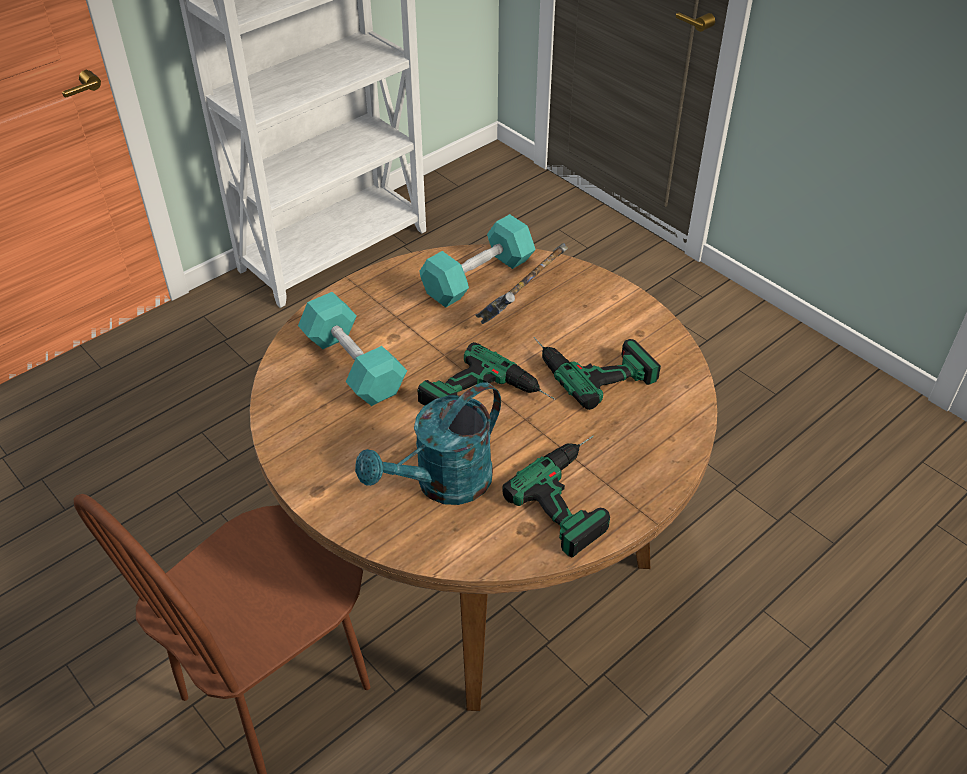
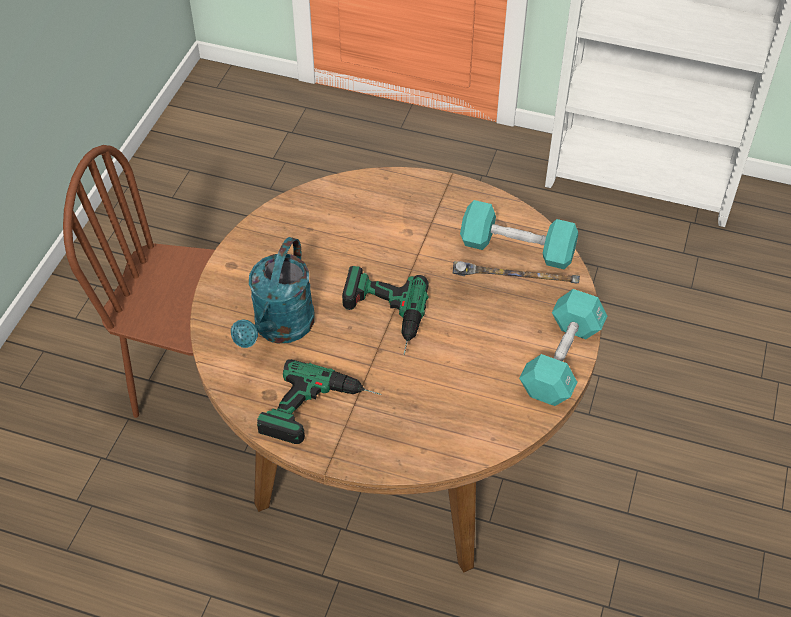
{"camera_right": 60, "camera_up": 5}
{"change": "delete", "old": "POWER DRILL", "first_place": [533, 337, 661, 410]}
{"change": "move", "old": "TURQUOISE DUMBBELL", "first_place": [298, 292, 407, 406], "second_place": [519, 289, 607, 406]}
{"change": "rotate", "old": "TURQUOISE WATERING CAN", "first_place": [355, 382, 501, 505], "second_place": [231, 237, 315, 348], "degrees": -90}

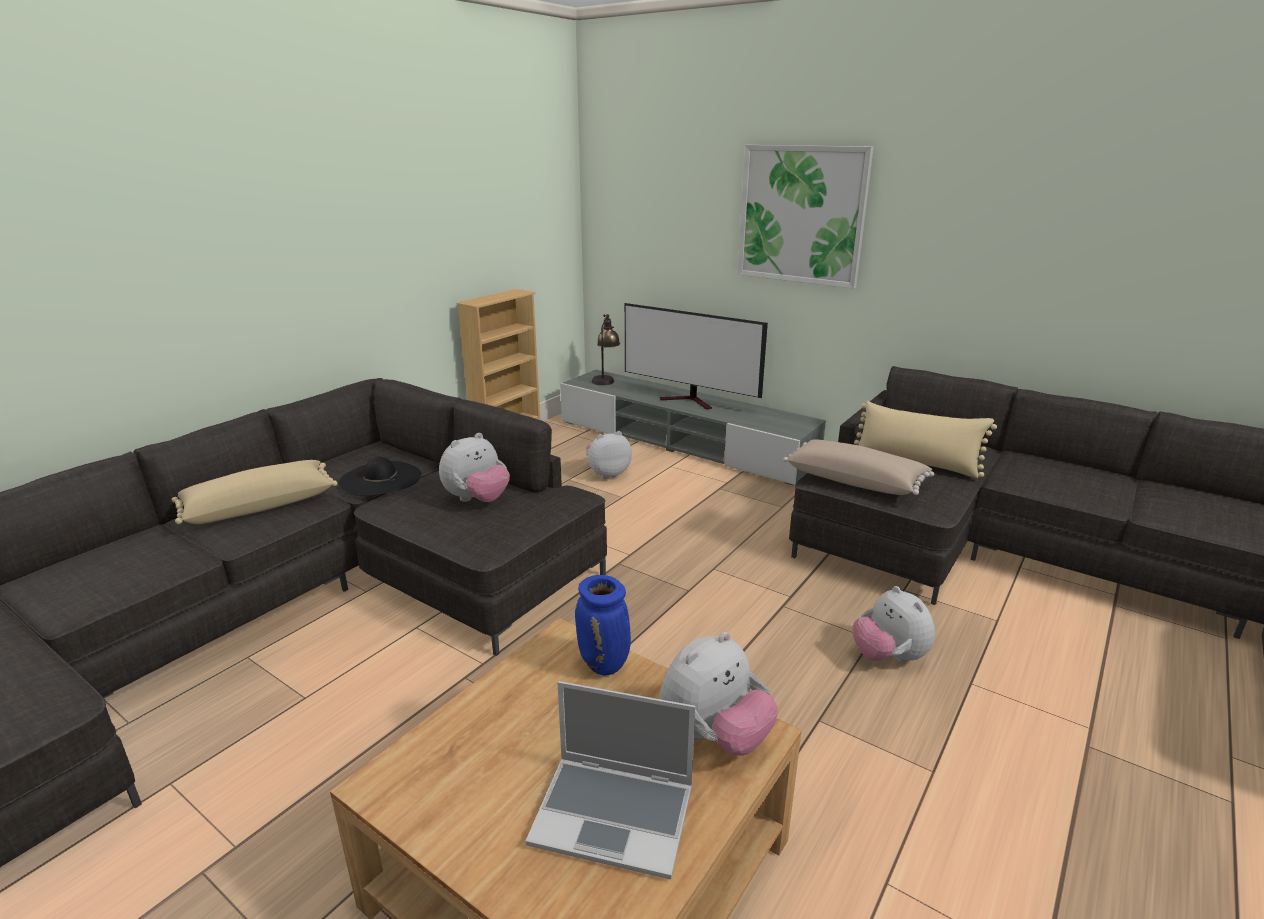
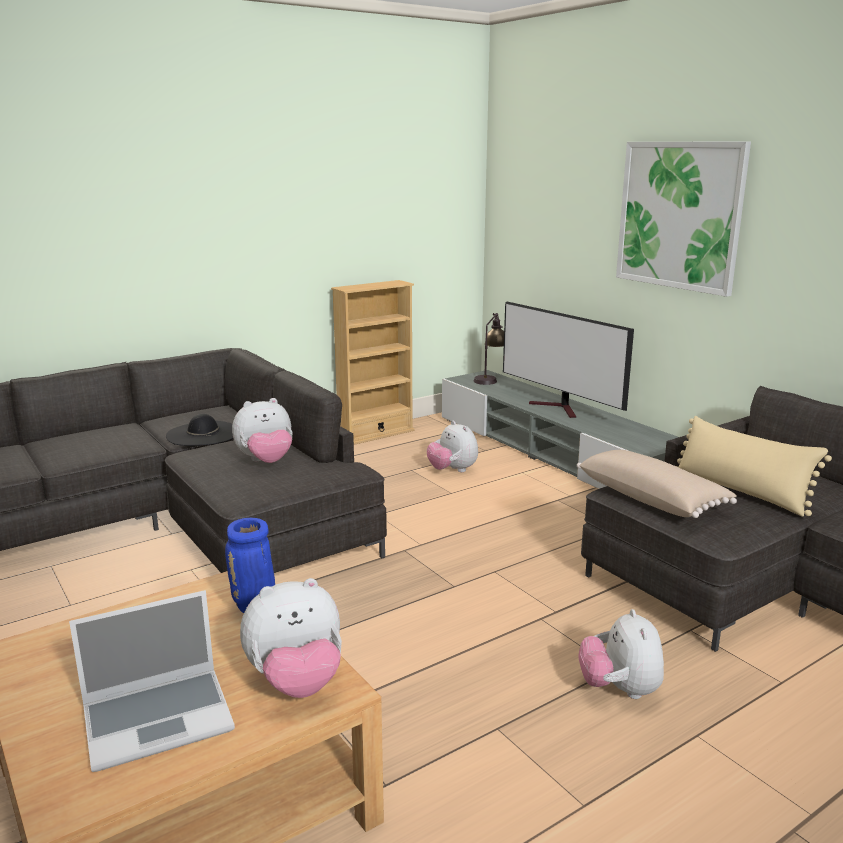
{"camera_right": 20, "camera_up": -5}
{"change": "delete", "old": "BEIGE PILLOW", "first_place": [171, 460, 338, 524]}
{"change": "rotate", "old": "LAPTOP", "first_place": [525, 681, 695, 880], "second_place": [69, 590, 235, 772], "degrees": -60}
{"change": "rotate", "old": "PLUSH TOY", "first_place": [586, 431, 632, 479], "second_place": [427, 421, 478, 472], "degrees": -120}

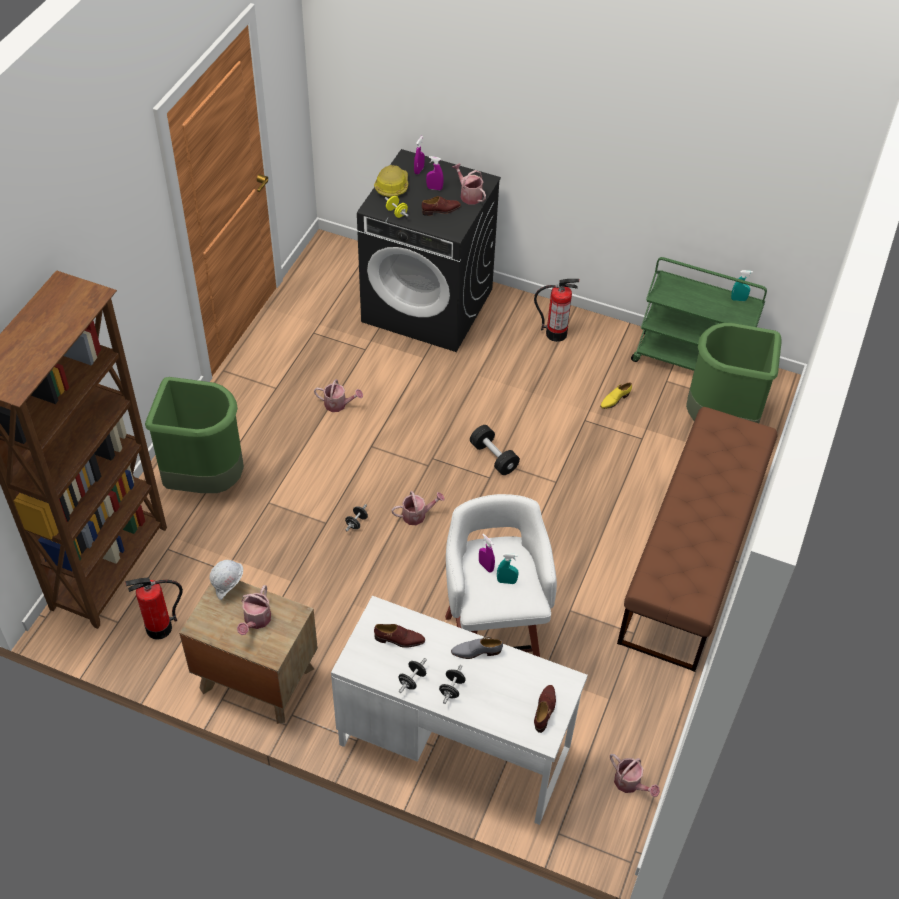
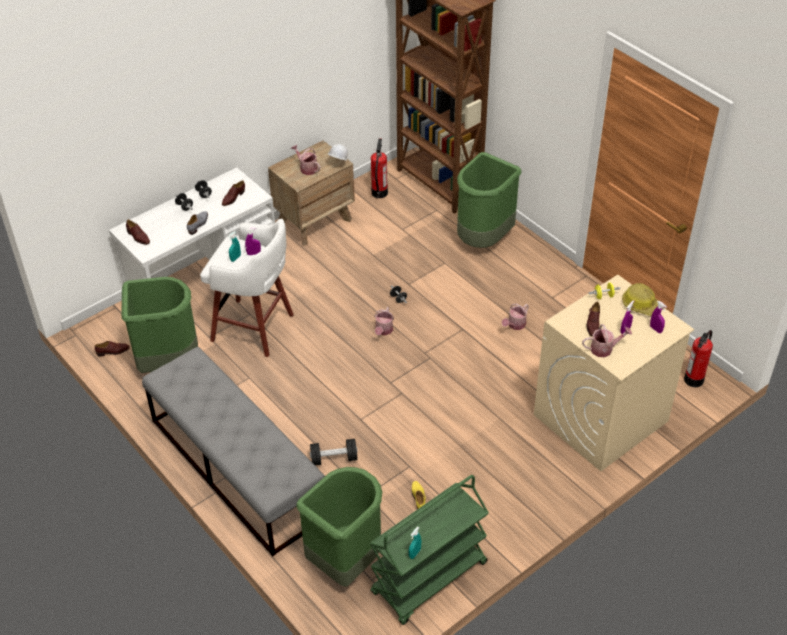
{"camera_right": 120, "camera_up": -5}
{"change": "insert", "new": "GREEN TRASH CAN", "second_place": [122, 277, 198, 373]}
{"change": "move", "old": "BLACK DUMBBELL", "first_place": [470, 425, 520, 475], "second_place": [310, 439, 358, 465]}
{"change": "move", "old": "FIRE EXTINGUISHER", "first_place": [534, 279, 579, 342], "second_place": [684, 330, 713, 387]}
{"change": "replace", "old": "WATERING CAN", "new": "BROWN SHOE", "first_place": [610, 754, 660, 797], "second_place": [95, 341, 130, 356]}
{"change": "recolor", "old": "BLACK WASHING MACHINE", "new": "BEIGE WASHING MACHINE", "first_place": [357, 149, 501, 352], "second_place": [534, 275, 694, 471]}
{"change": "recolor", "old": "BROWN BENCH", "new": "GREY BENCH", "first_place": [617, 407, 778, 672], "second_place": [142, 347, 325, 556]}

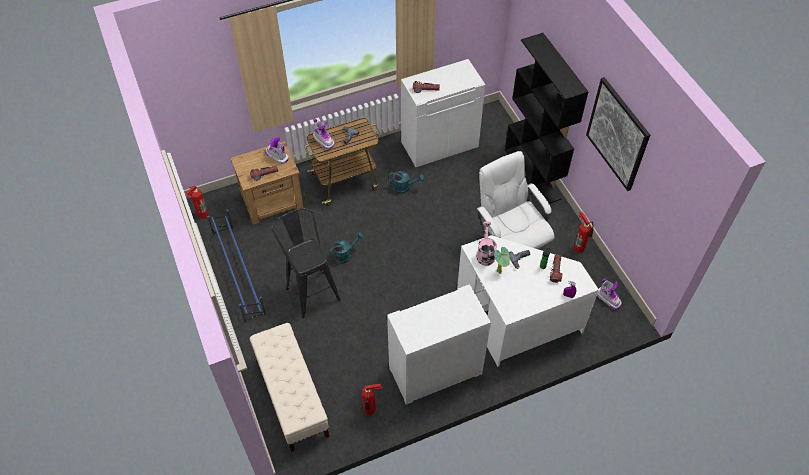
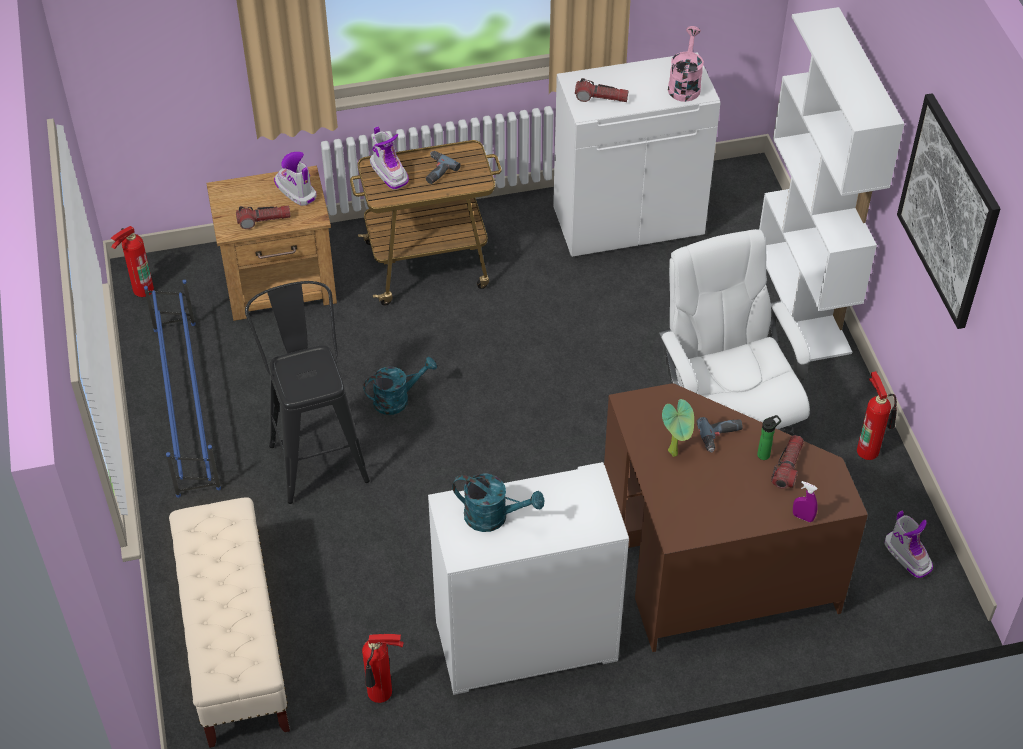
{"camera_right": 10, "camera_up": -5}
{"change": "move", "old": "TURQUOISE WATERING CAN", "first_place": [388, 171, 425, 194], "second_place": [452, 473, 544, 532]}
{"change": "move", "old": "PINK WATERING CAN", "first_place": [477, 222, 497, 266], "second_place": [668, 26, 704, 102]}
{"change": "recolor", "old": "WHITE DESK", "new": "BROWN DESK", "first_place": [457, 235, 599, 367], "second_place": [604, 383, 868, 652]}
{"change": "recolor", "old": "BLACK BOOKCASE", "new": "WHITE BOOKCASE", "first_place": [505, 33, 589, 204], "second_place": [759, 7, 905, 362]}

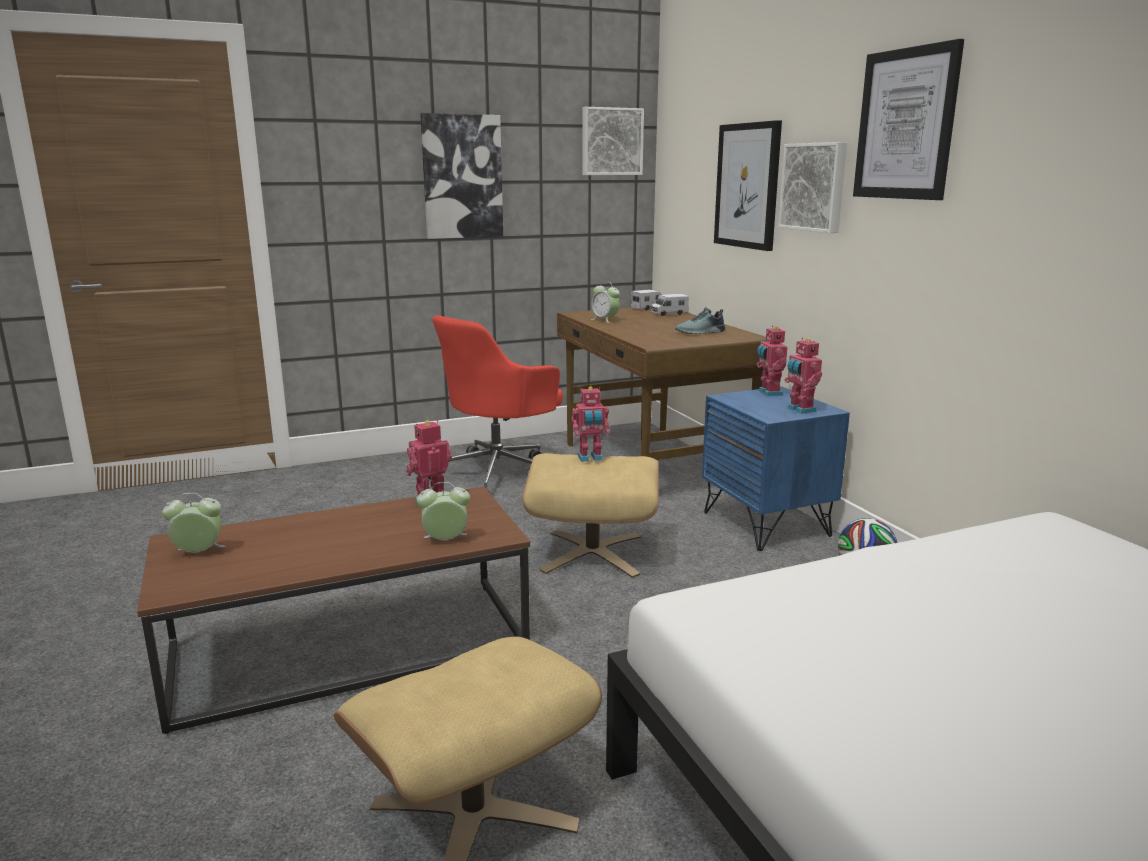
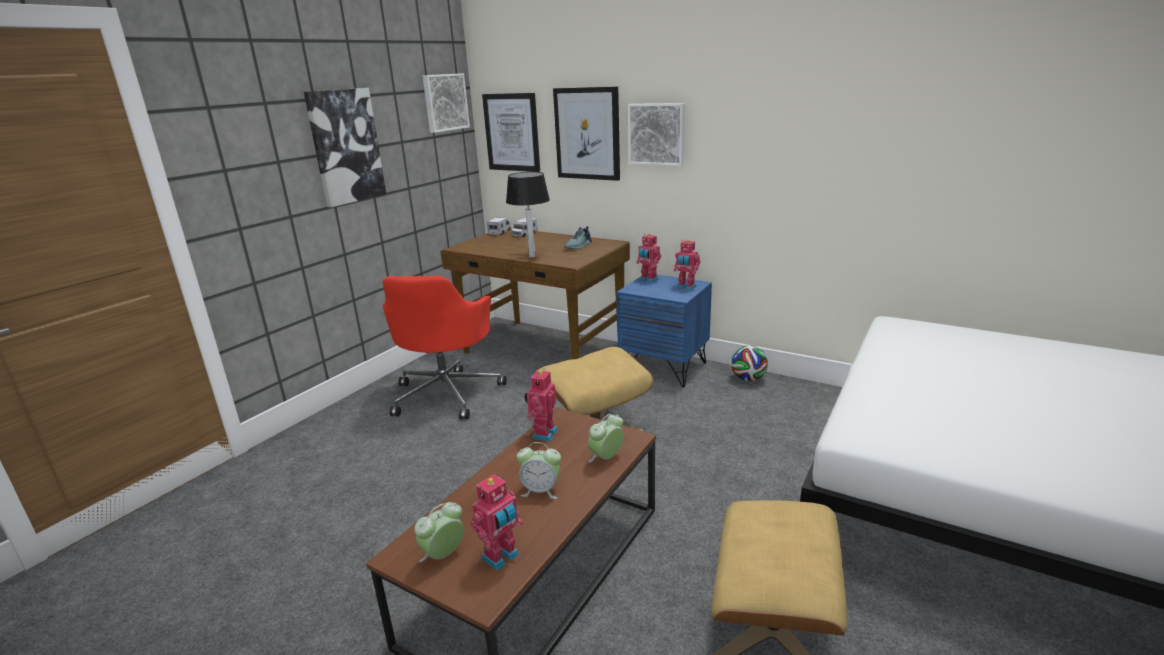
{"camera_right": -35, "camera_up": 5}
{"change": "insert", "new": "TABLE LAMP", "second_place": [506, 172, 550, 258]}
{"change": "move", "old": "TOY ROBOT", "first_place": [571, 386, 609, 462], "second_place": [471, 474, 523, 571]}
{"change": "move", "old": "ALARM CLOCK", "first_place": [591, 281, 620, 323], "second_place": [516, 442, 561, 499]}
{"change": "move", "old": "PICTURE", "first_place": [853, 39, 964, 200], "second_place": [482, 93, 540, 172]}

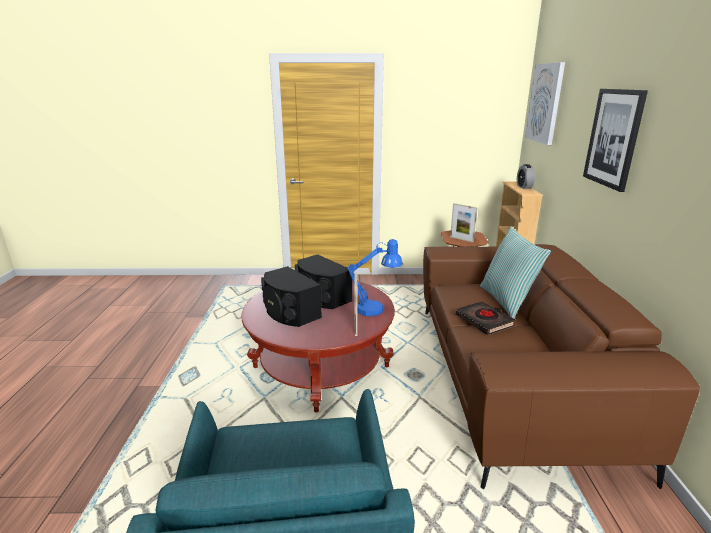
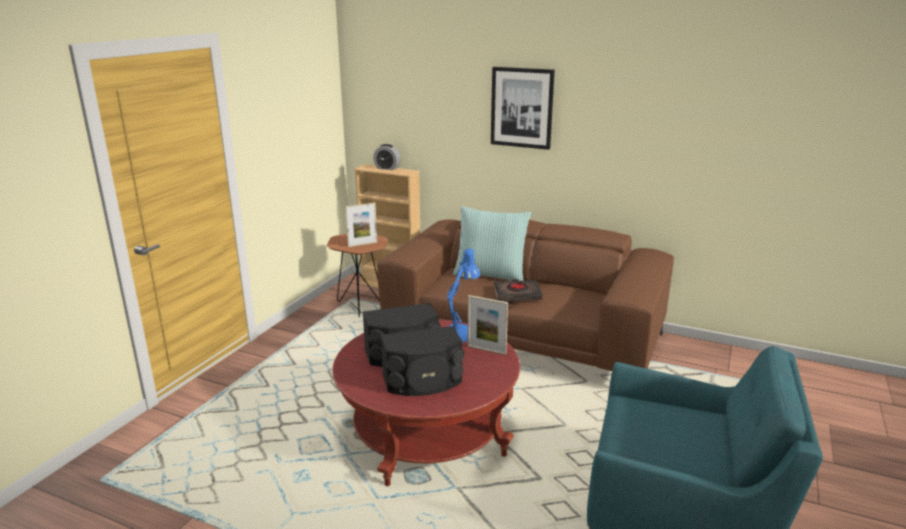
{"camera_right": -65, "camera_up": 0}
{"change": "delete", "old": "PICTURE", "first_place": [525, 62, 565, 145]}

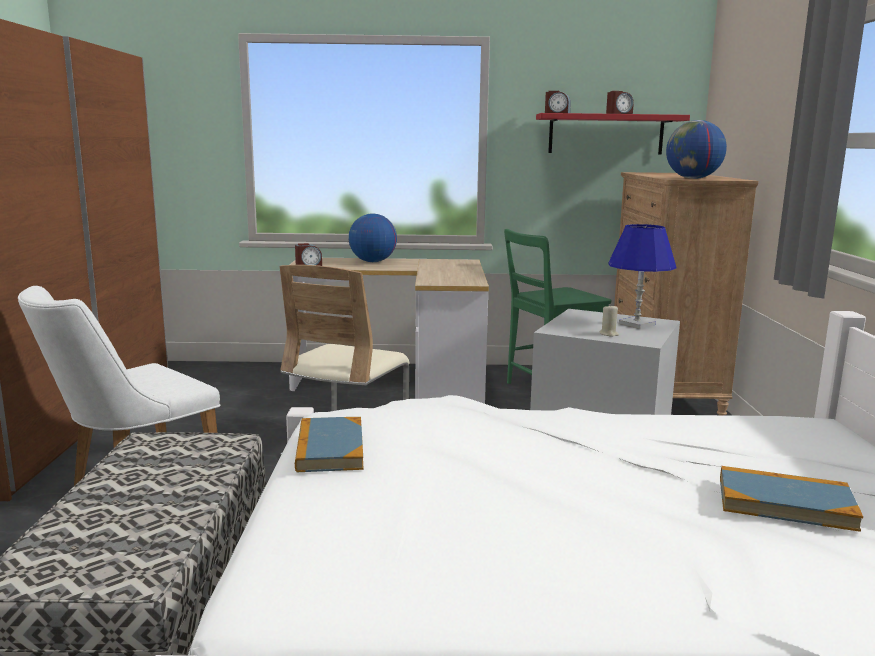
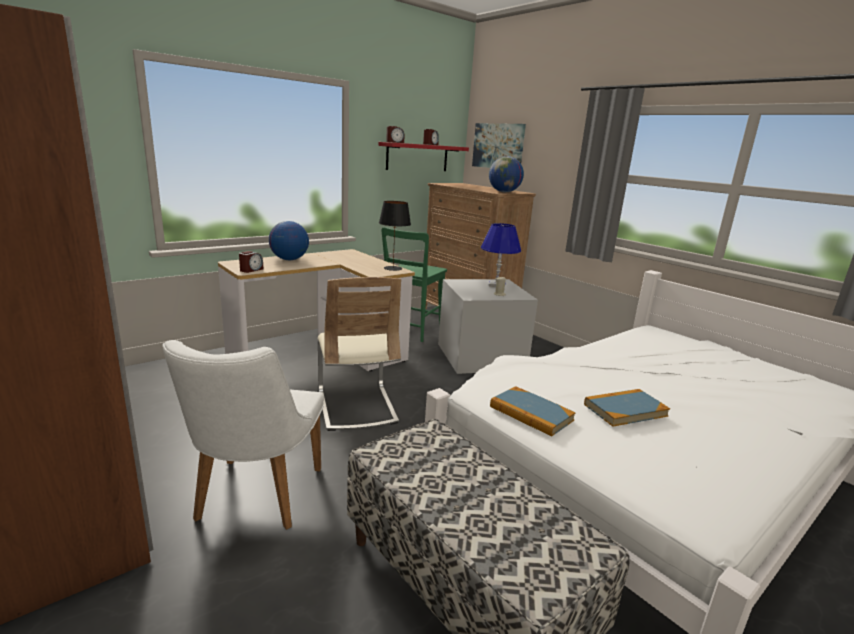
{"camera_right": -40, "camera_up": 5}
{"change": "insert", "new": "BLACK TABLE LAMP", "second_place": [379, 201, 411, 271]}
{"change": "insert", "new": "PICTURE", "second_place": [472, 123, 526, 168]}
{"change": "move", "old": "BOOK", "first_place": [720, 466, 863, 532], "second_place": [584, 389, 670, 427]}

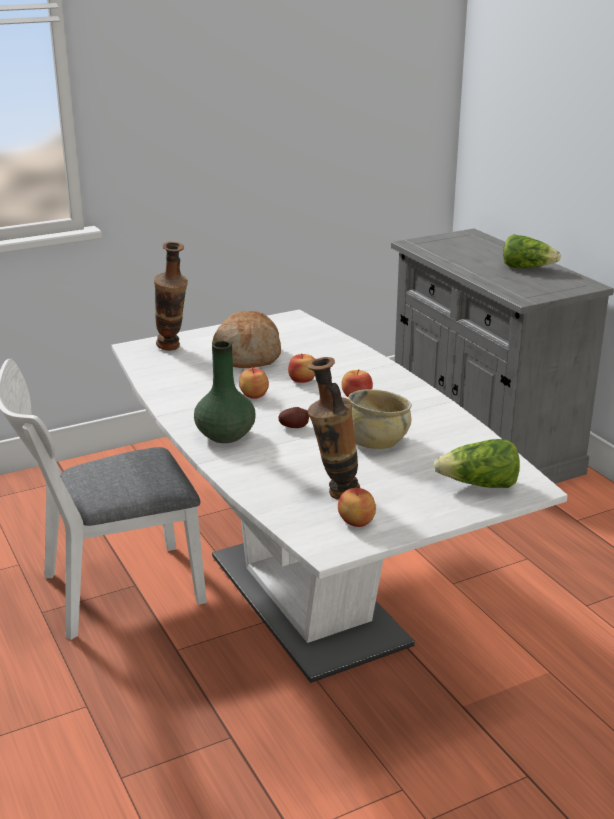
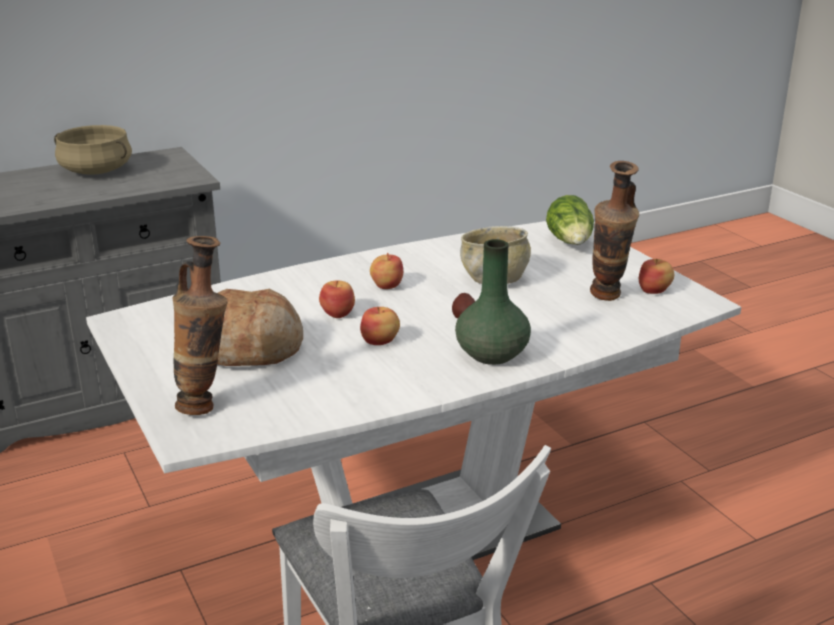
{"camera_right": -90, "camera_up": 0}
{"change": "replace", "old": "LETTUCE", "new": "BEIGE COOKING POT", "first_place": [503, 234, 561, 268], "second_place": [54, 125, 132, 175]}

